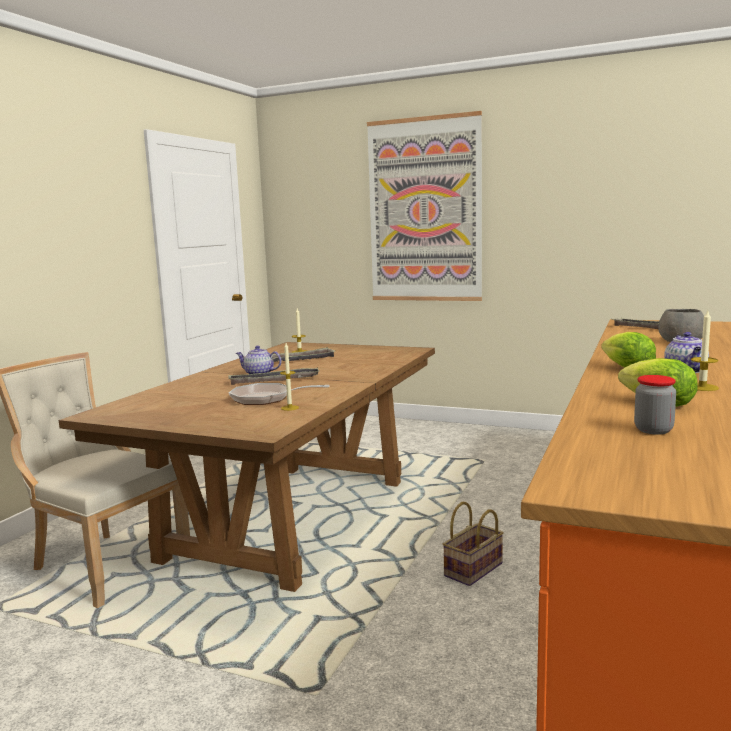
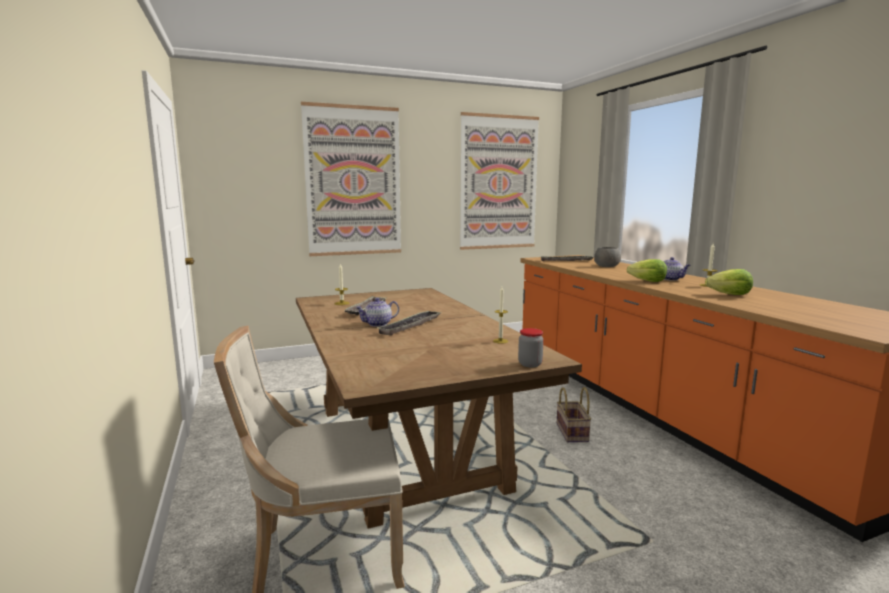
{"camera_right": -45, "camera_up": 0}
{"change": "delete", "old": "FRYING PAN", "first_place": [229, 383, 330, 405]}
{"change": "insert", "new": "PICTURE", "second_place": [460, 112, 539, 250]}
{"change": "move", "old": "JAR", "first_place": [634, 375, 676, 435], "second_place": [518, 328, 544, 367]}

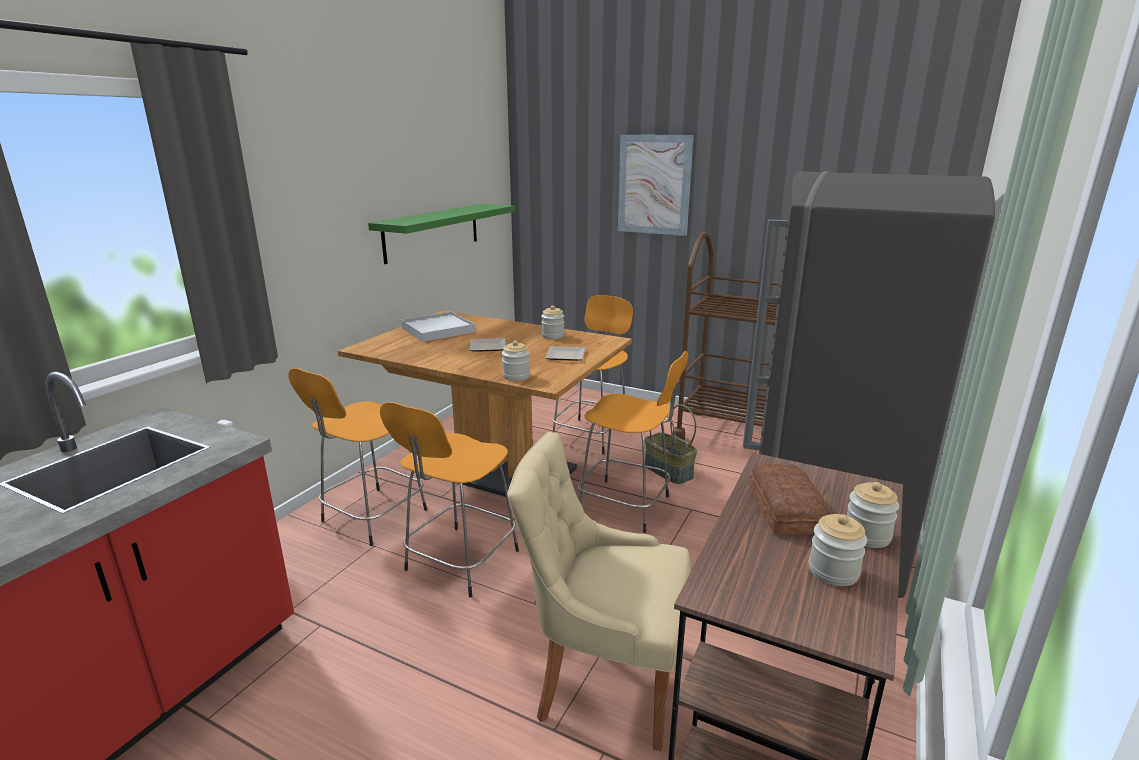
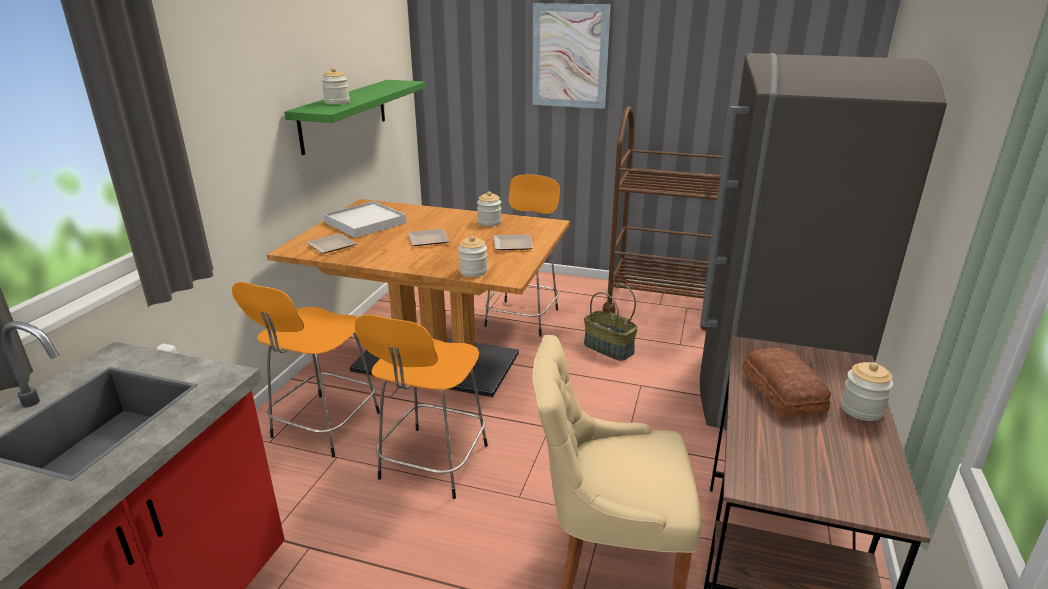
{"camera_right": -10, "camera_up": 5}
{"change": "delete", "old": "ORANGE STOOL", "first_place": [578, 351, 688, 533]}
{"change": "insert", "new": "PLATE", "second_place": [306, 233, 357, 253]}
{"change": "move", "old": "JAR", "first_place": [809, 514, 867, 586], "second_place": [322, 67, 350, 104]}

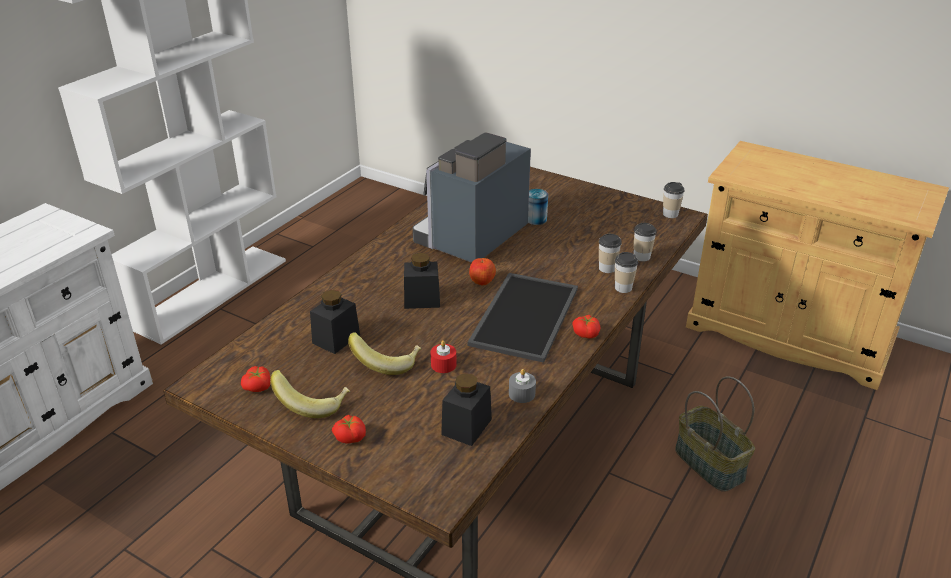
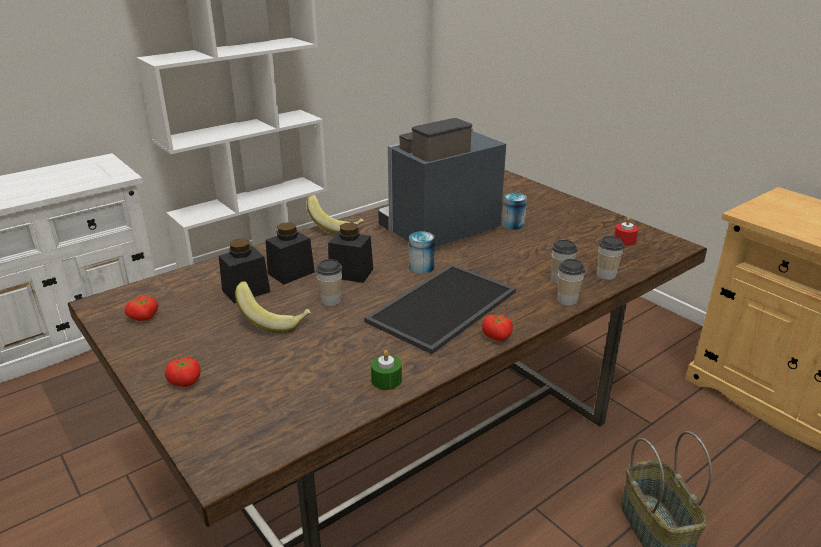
{"camera_right": 20, "camera_up": -5}
{"change": "move", "old": "BANANA", "first_place": [270, 370, 350, 418], "second_place": [307, 195, 364, 234]}
{"change": "move", "old": "RED CANDLE", "first_place": [431, 340, 457, 373], "second_place": [614, 217, 638, 246]}
{"change": "move", "old": "BLACK JAR", "first_place": [441, 373, 492, 446], "second_place": [266, 222, 315, 285]}
{"change": "move", "old": "CUP", "first_place": [663, 182, 685, 218], "second_place": [316, 259, 342, 306]}
{"change": "replace", "old": "APPLE", "new": "CAN", "first_place": [469, 258, 496, 285], "second_place": [409, 231, 435, 274]}
{"change": "recolor", "old": "GREY CANDLE", "new": "GREEN CANDLE", "first_place": [509, 369, 536, 403], "second_place": [371, 350, 402, 390]}

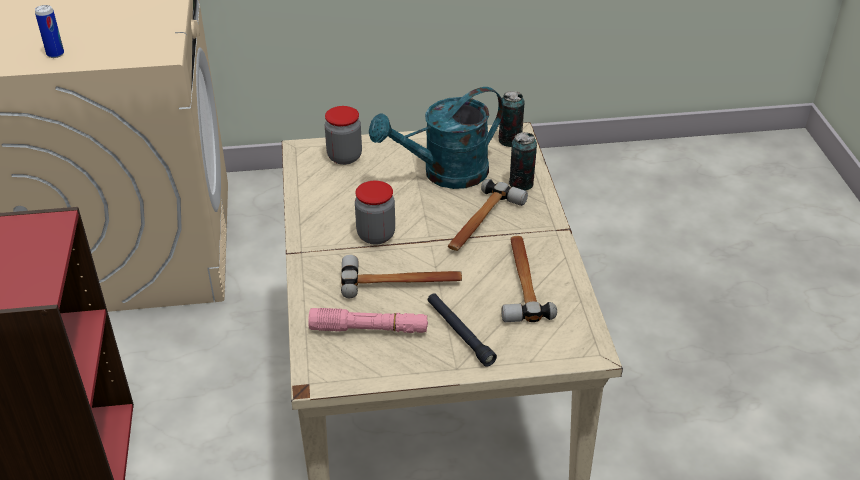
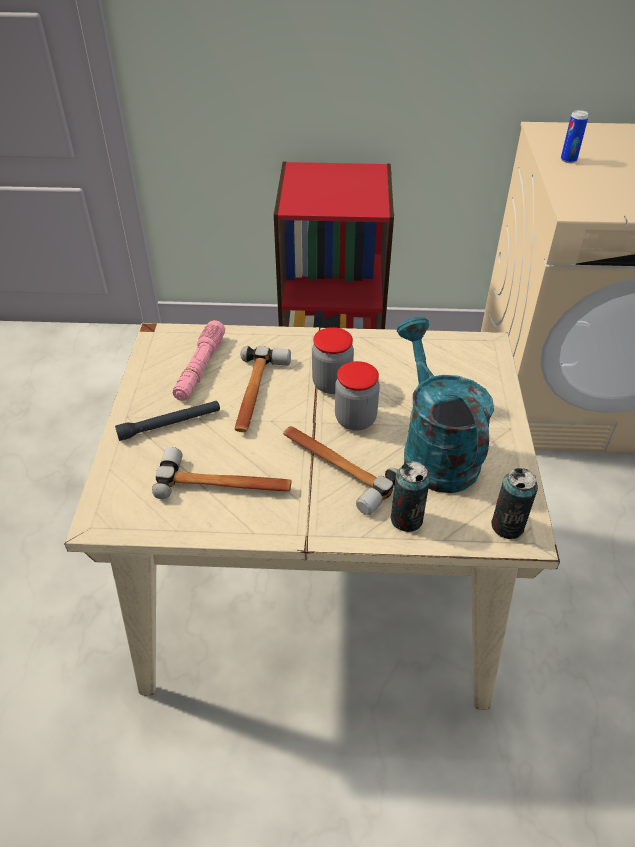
{"camera_right": 100, "camera_up": 5}
{"change": "move", "old": "JAR", "first_place": [325, 106, 362, 165], "second_place": [335, 361, 380, 431]}

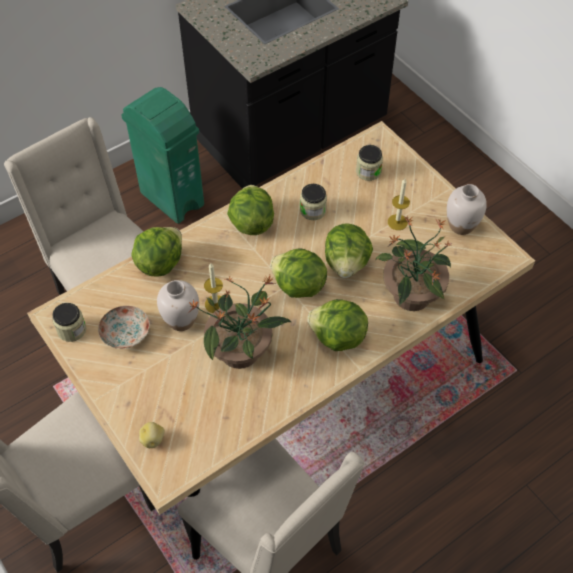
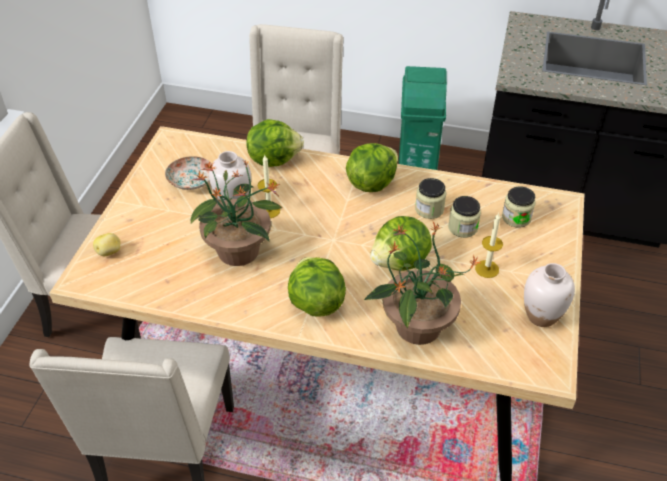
{"camera_right": 50, "camera_up": -10}
{"change": "delete", "old": "LETTUCE", "first_place": [270, 248, 327, 298]}
{"change": "move", "old": "JAR", "first_place": [52, 303, 86, 342], "second_place": [448, 196, 481, 238]}

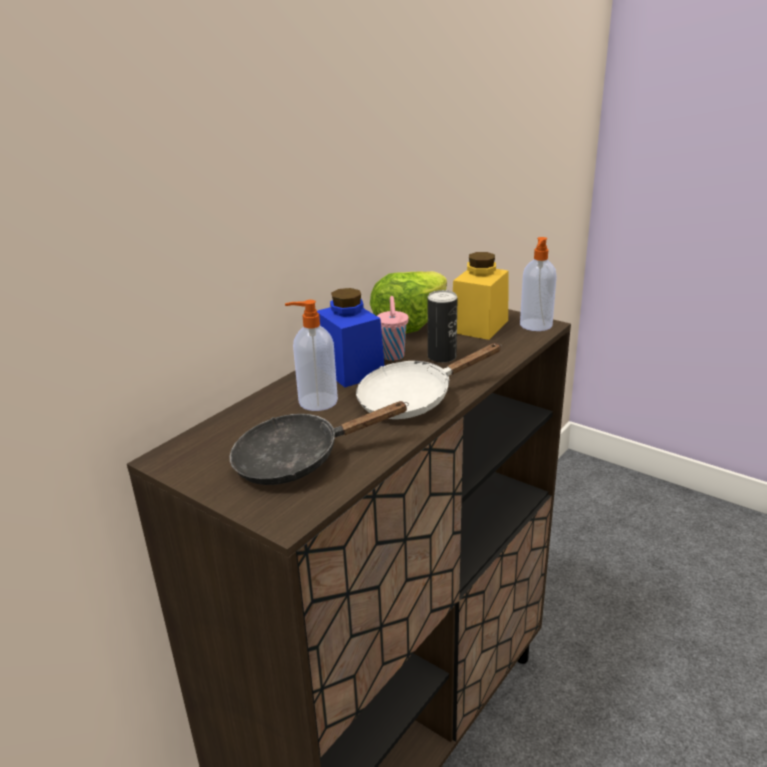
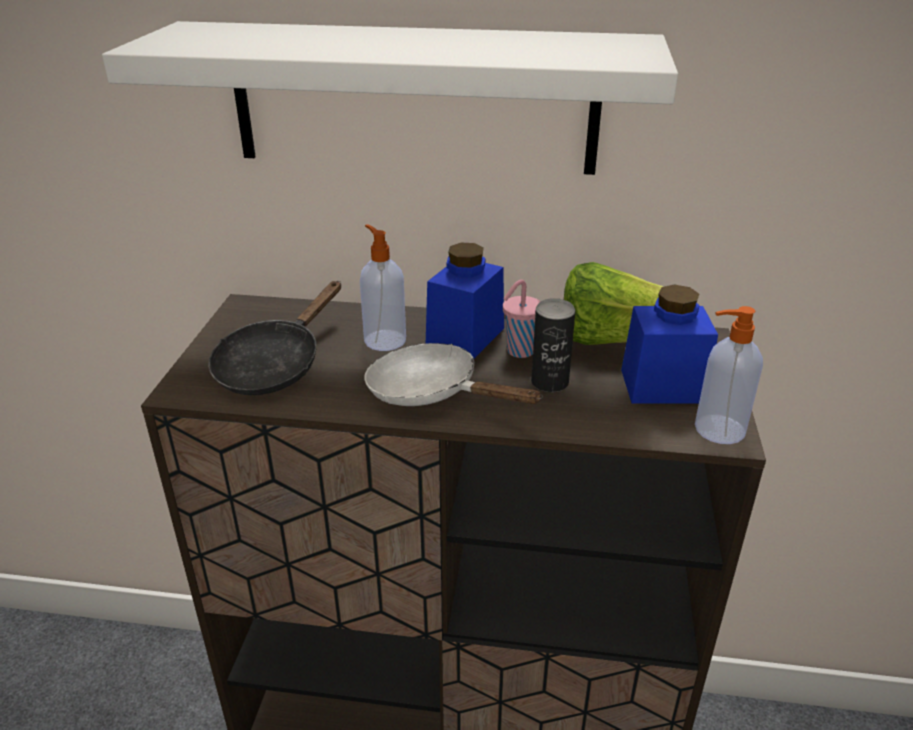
{"camera_right": 60, "camera_up": 5}
{"change": "insert", "new": "WHITE SHELF", "second_place": [102, 21, 678, 175]}
{"change": "recolor", "old": "YELLOW JAR", "new": "BLUE JAR", "first_place": [453, 252, 509, 340], "second_place": [621, 284, 718, 403]}
{"change": "rotate", "old": "BLACK FRYING PAN", "first_place": [230, 401, 409, 485], "second_place": [208, 281, 341, 395], "degrees": -105}

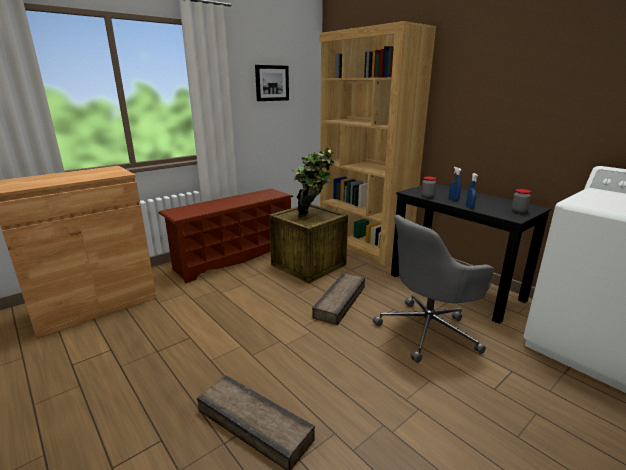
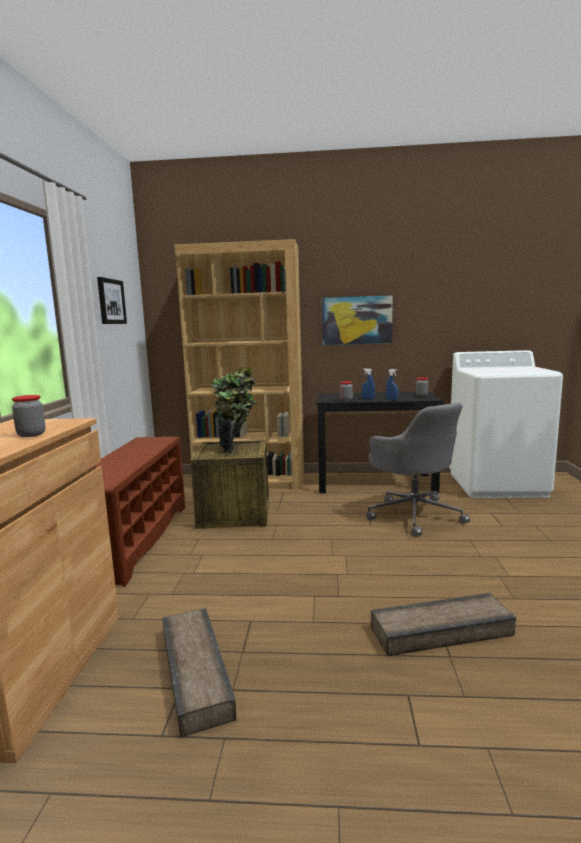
{"camera_right": -45, "camera_up": -10}
{"change": "insert", "new": "JAR", "second_place": [12, 395, 46, 437]}
{"change": "insert", "new": "PICTURE", "second_place": [321, 295, 393, 345]}
{"change": "move", "old": "CRATE", "first_place": [312, 273, 365, 325], "second_place": [162, 608, 237, 737]}
{"change": "rotate", "old": "GREY OFFICE CHAIR", "first_place": [373, 215, 494, 363], "second_place": [366, 403, 470, 537], "degrees": -45}

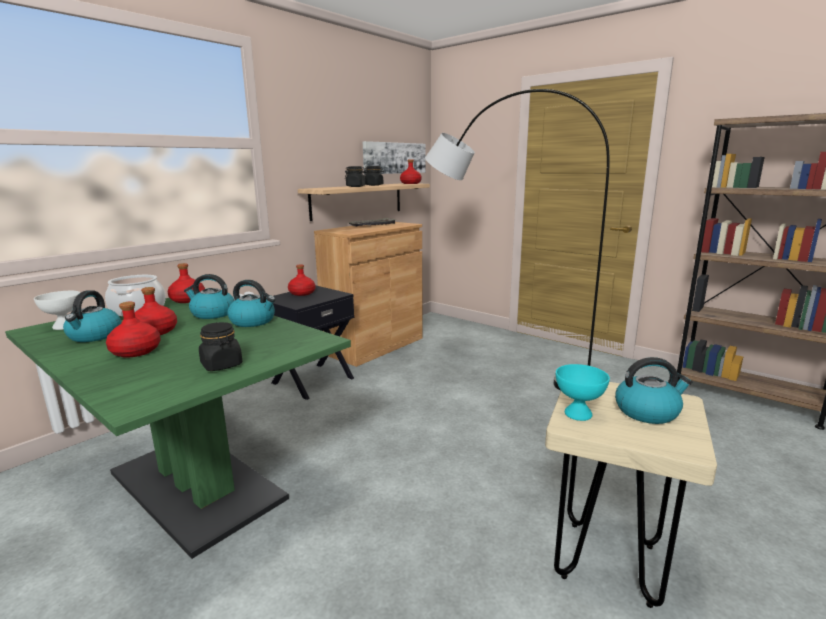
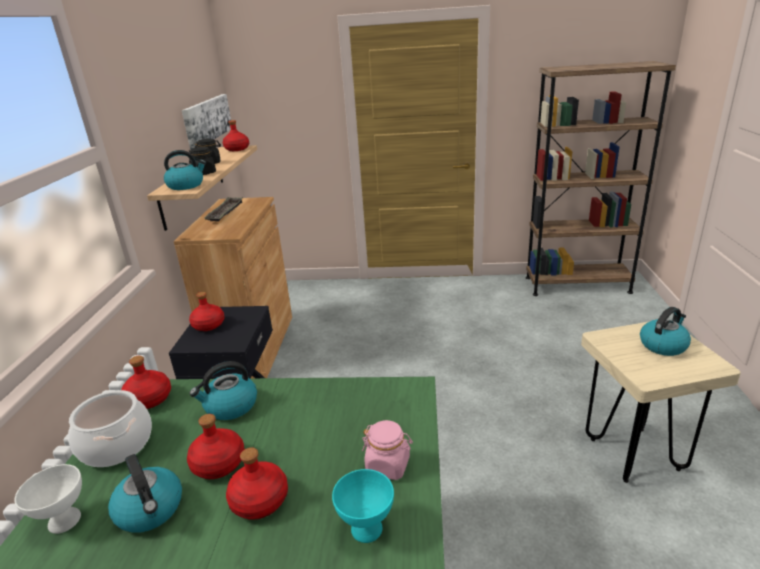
{"camera_right": -35, "camera_up": 10}
{"change": "delete", "old": "GREY FLOOR LAMP", "first_place": [425, 89, 610, 391]}
{"change": "move", "old": "KETTLE", "first_place": [227, 280, 276, 327], "second_place": [164, 150, 206, 190]}
{"change": "move", "old": "TURQUOISE BOWL", "first_place": [556, 364, 610, 421], "second_place": [332, 469, 394, 543]}
{"change": "recolor", "old": "BLACK JAR", "new": "PINK JAR", "first_place": [199, 322, 243, 371], "second_place": [362, 420, 413, 480]}

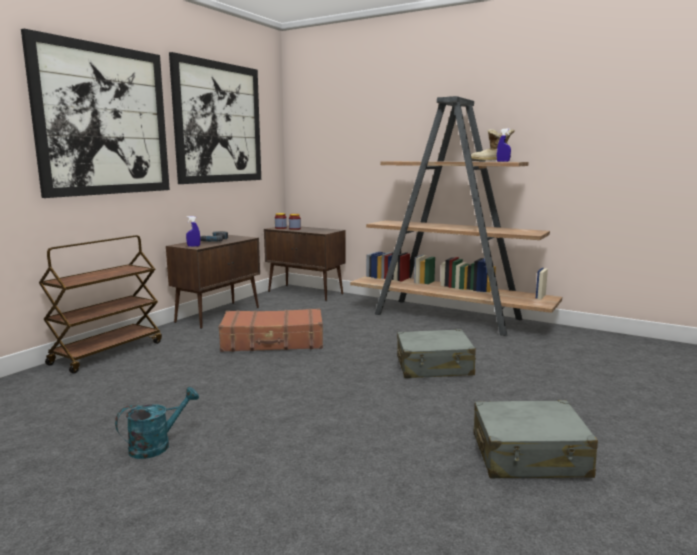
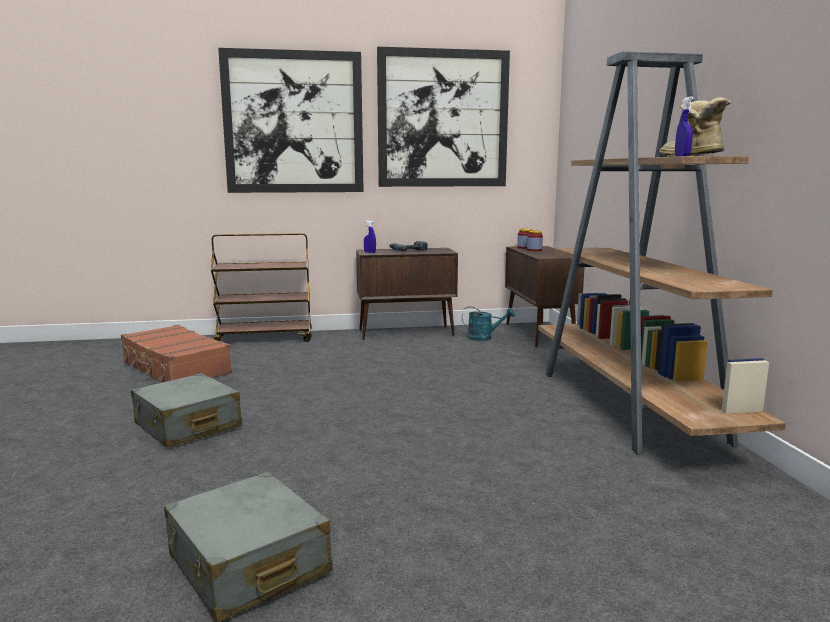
{"camera_right": 50, "camera_up": 0}
{"change": "move", "old": "TURQUOISE WATERING CAN", "first_place": [115, 387, 199, 459], "second_place": [462, 307, 515, 341]}
{"change": "move", "old": "BROWN SUITCASE", "first_place": [219, 308, 323, 352], "second_place": [121, 325, 232, 382]}
{"change": "move", "old": "GREY SUITCASE", "first_place": [397, 329, 476, 378], "second_place": [131, 373, 242, 448]}

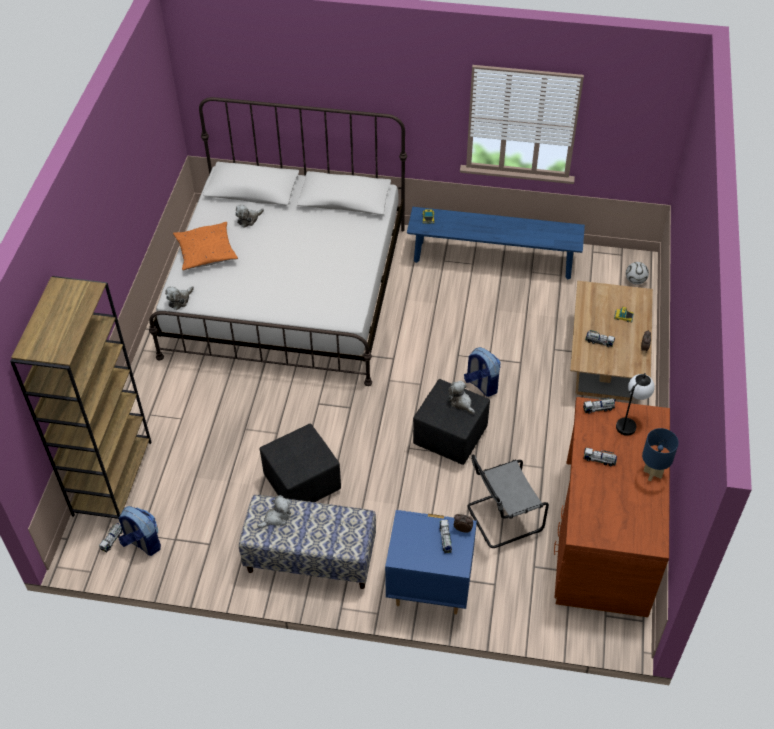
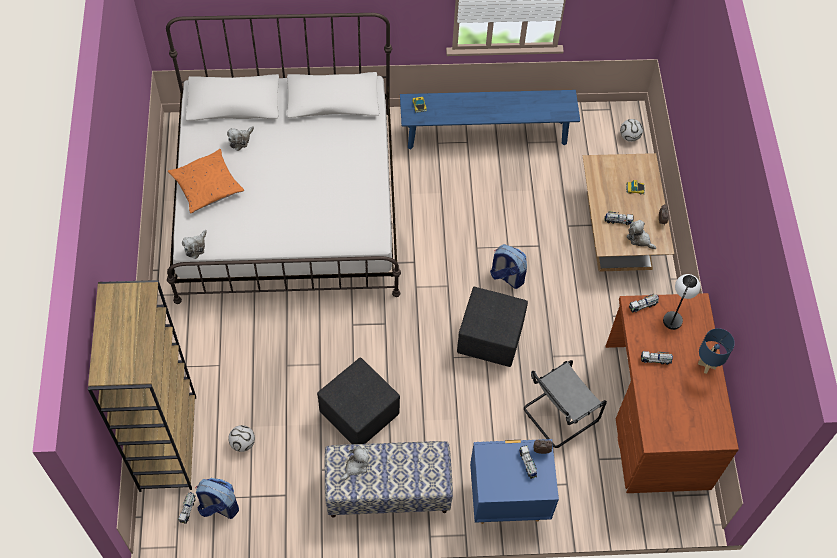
{"camera_right": -15, "camera_up": 10}
{"change": "insert", "new": "FOOTBALL", "second_place": [228, 425, 255, 452]}
{"change": "move", "old": "PLUSH TOY", "first_place": [448, 381, 475, 414], "second_place": [627, 220, 656, 249]}

